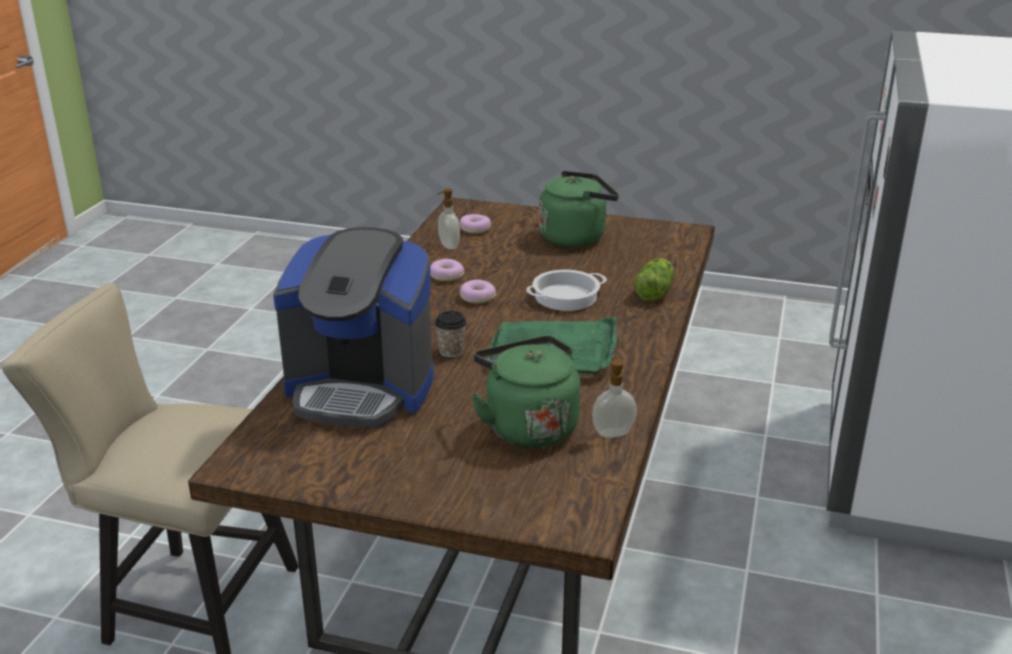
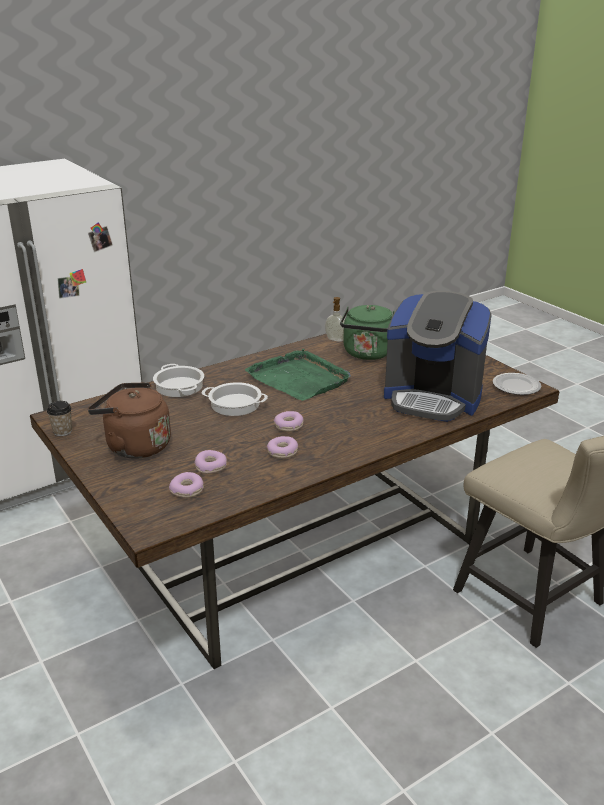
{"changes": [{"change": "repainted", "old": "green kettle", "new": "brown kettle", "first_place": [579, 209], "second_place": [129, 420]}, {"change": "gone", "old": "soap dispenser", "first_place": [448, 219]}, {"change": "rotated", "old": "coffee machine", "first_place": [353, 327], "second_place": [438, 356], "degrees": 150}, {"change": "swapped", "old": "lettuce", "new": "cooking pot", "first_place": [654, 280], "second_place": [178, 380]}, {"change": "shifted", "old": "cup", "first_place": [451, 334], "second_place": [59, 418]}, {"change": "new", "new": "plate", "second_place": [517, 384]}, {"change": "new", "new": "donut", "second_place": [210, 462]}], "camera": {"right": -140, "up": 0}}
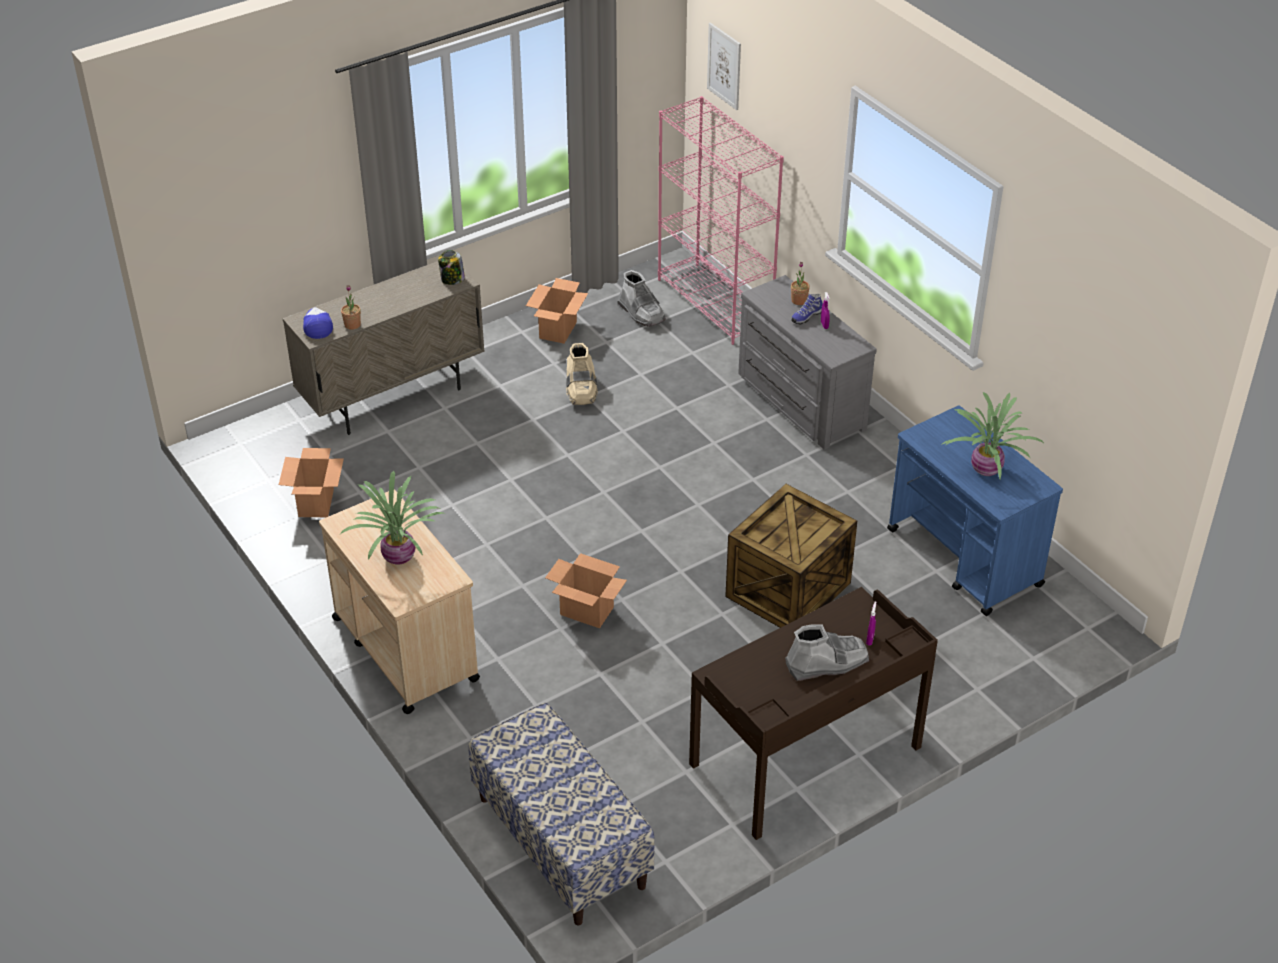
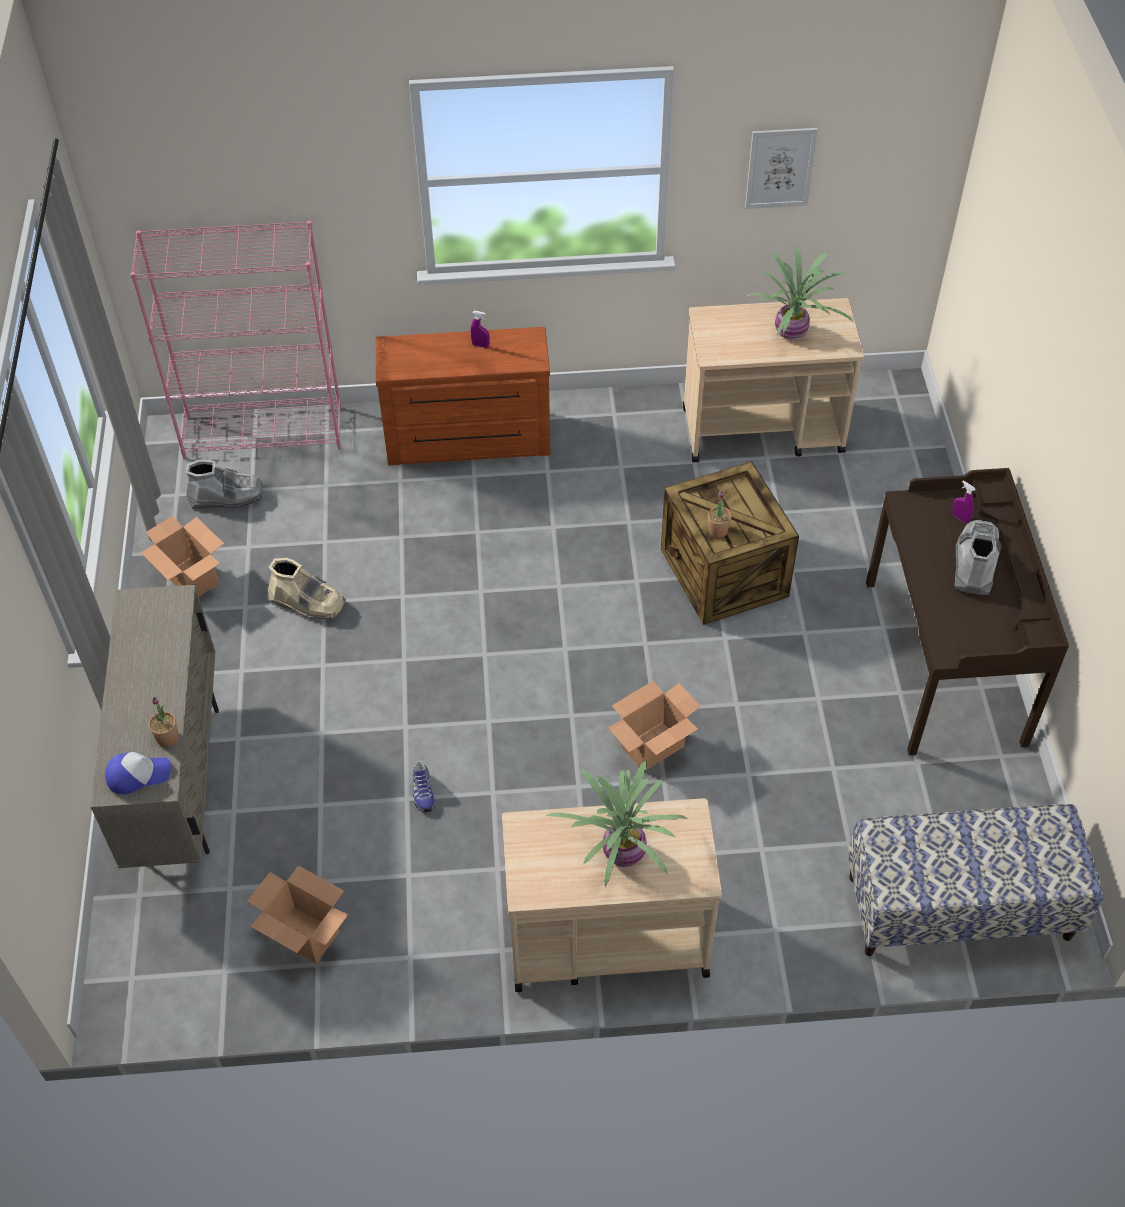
{"changes": [{"change": "shifted", "old": "picture", "first_place": [724, 66], "second_place": [781, 168]}, {"change": "gone", "old": "jar", "first_place": [451, 267]}, {"change": "shifted", "old": "potted plant", "first_place": [800, 283], "second_place": [719, 514]}, {"change": "repainted", "old": "grey dresser", "new": "brown dresser", "first_place": [807, 362], "second_place": [463, 396]}, {"change": "shifted", "old": "shoe", "first_place": [807, 309], "second_place": [423, 786]}, {"change": "rotated", "old": "cap", "first_place": [318, 323], "second_place": [138, 772], "degrees": 150}, {"change": "repainted", "old": "blue cart", "new": "beige cart", "first_place": [975, 510], "second_place": [773, 380]}], "camera": {"right": -60, "up": 10}}
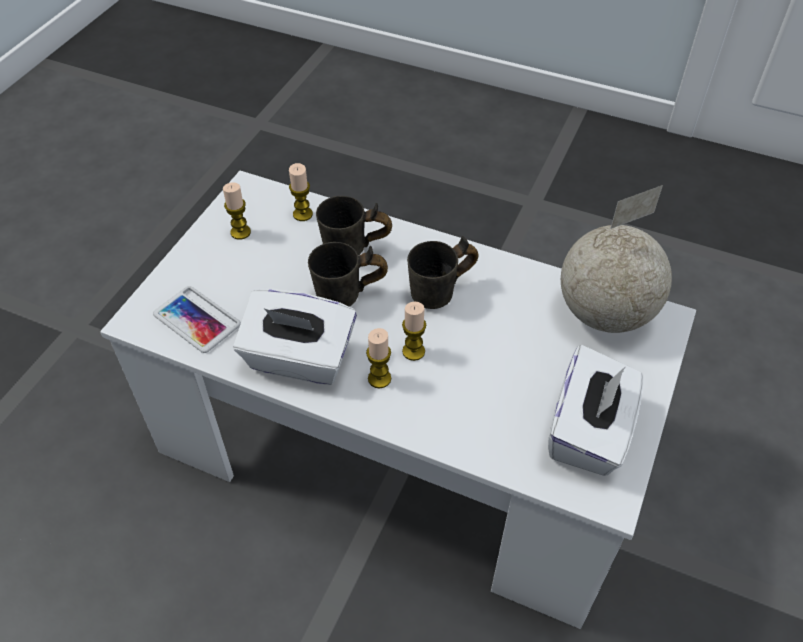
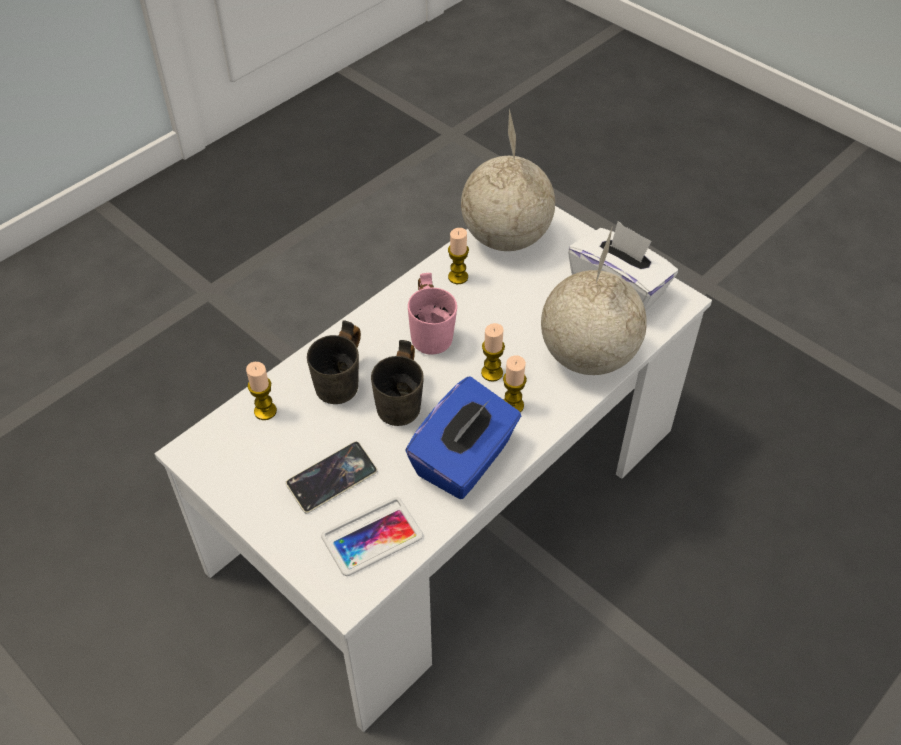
{"changes": [{"change": "shifted", "old": "candle", "first_place": [237, 211], "second_place": [458, 256]}, {"change": "repainted", "old": "grey mug", "new": "pink mug", "first_place": [443, 272], "second_place": [432, 314]}, {"change": "repainted", "old": "white tissue box", "new": "blue tissue box", "first_place": [295, 337], "second_place": [463, 437]}, {"change": "new", "new": "globe", "second_place": [594, 300]}, {"change": "new", "new": "phone", "second_place": [332, 477]}], "camera": {"right": -70, "up": 0}}
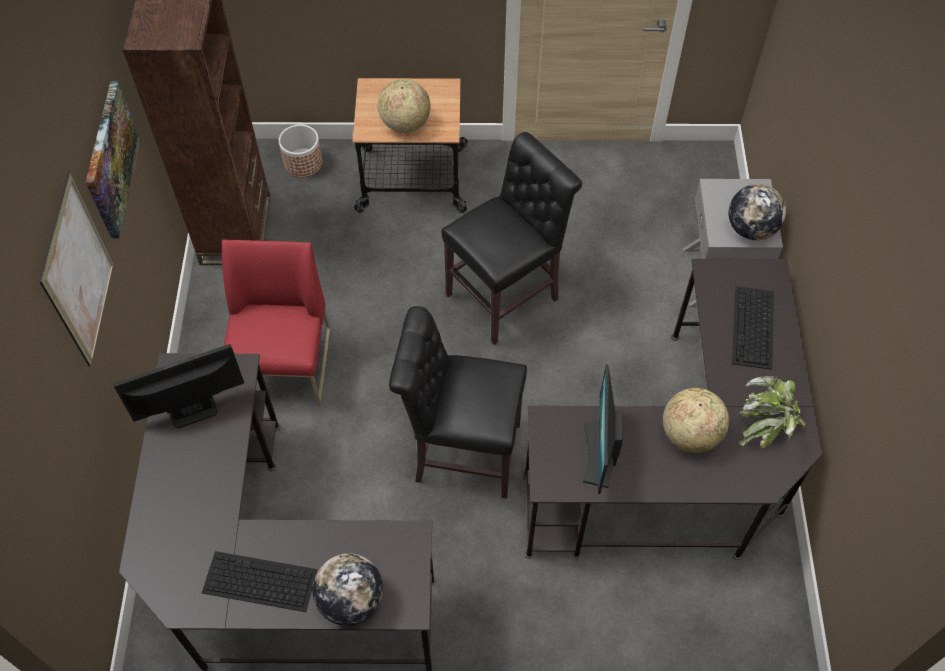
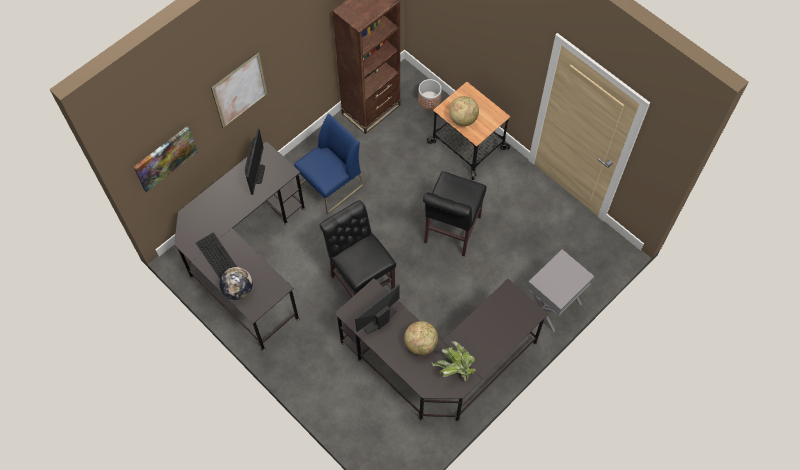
{"changes": [{"change": "shifted", "old": "picture", "first_place": [113, 159], "second_place": [166, 159]}, {"change": "rotated", "old": "black chair", "first_place": [511, 238], "second_place": [455, 213], "degrees": 105}, {"change": "gone", "old": "globe", "first_place": [757, 212]}, {"change": "repainted", "old": "red chair", "new": "blue chair", "first_place": [276, 322], "second_place": [329, 164]}, {"change": "gone", "old": "keyboard", "first_place": [753, 328]}, {"change": "rotated", "old": "monitor", "first_place": [178, 386], "second_place": [255, 162], "degrees": 75}], "camera": {"right": 45, "up": 5}}
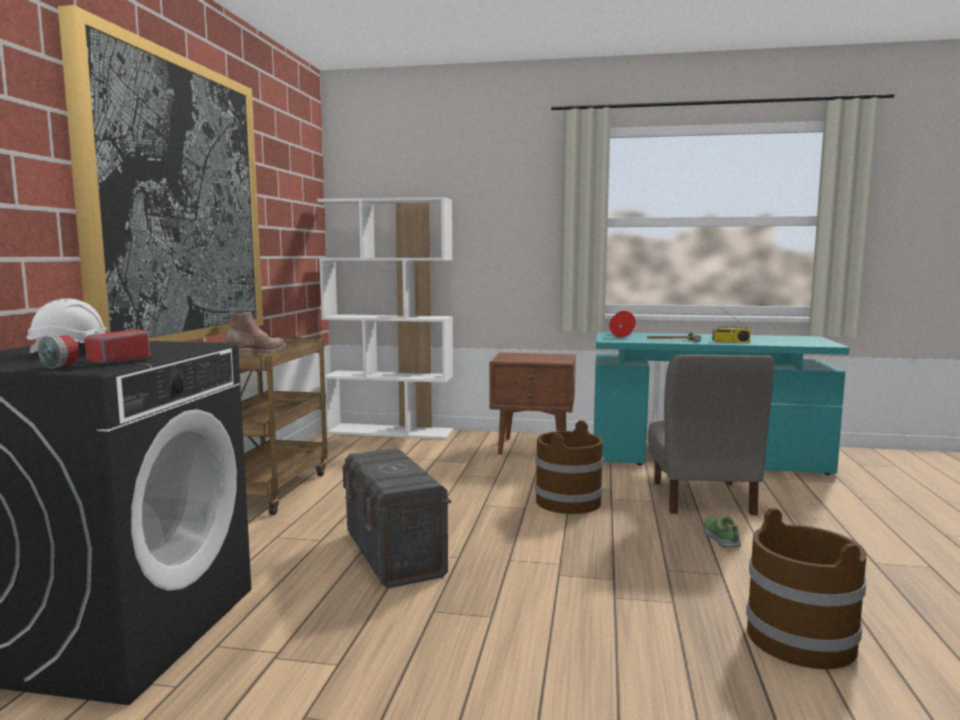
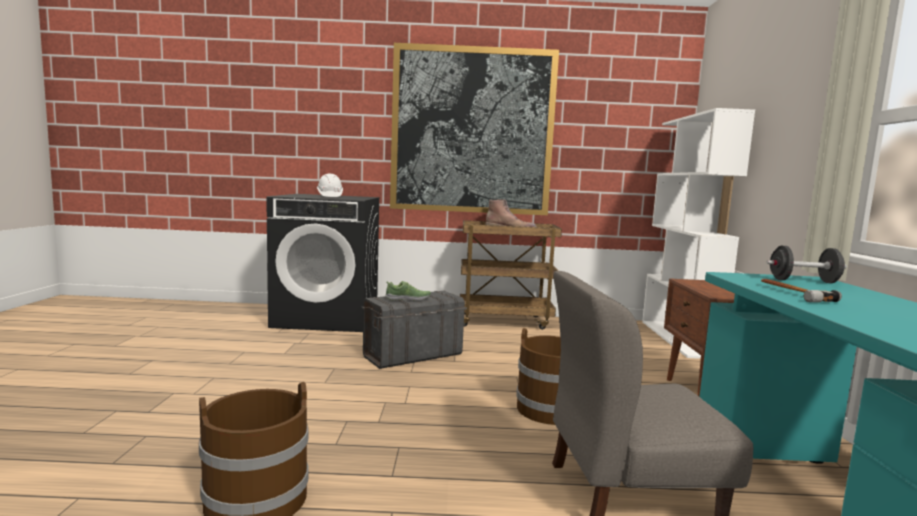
{"changes": [{"change": "gone", "old": "radio", "first_place": [731, 326]}, {"change": "repainted", "old": "red dumbbell", "new": "black dumbbell", "first_place": [622, 324], "second_place": [806, 264]}, {"change": "gone", "old": "flashlight", "first_place": [94, 349]}, {"change": "shifted", "old": "shoe", "first_place": [722, 531], "second_place": [408, 291]}], "camera": {"right": 80, "up": 0}}
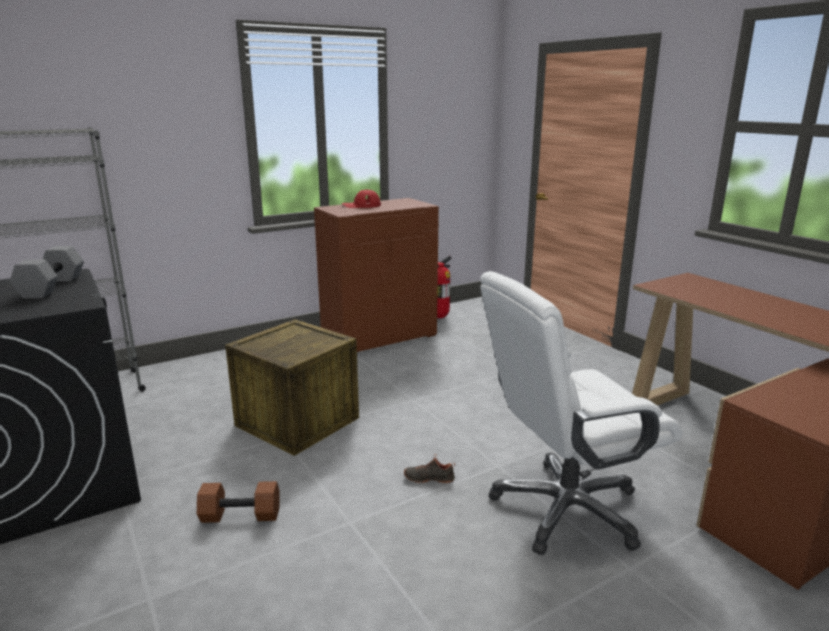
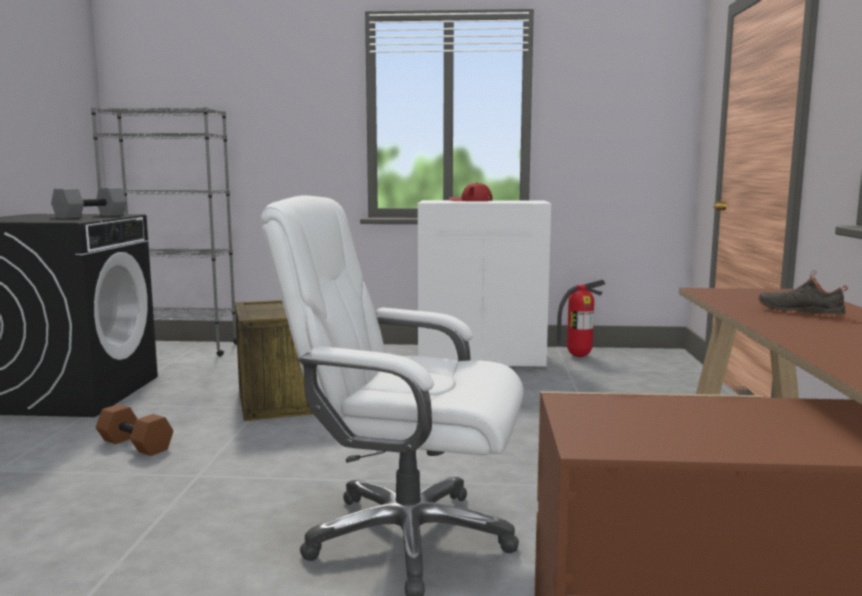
{"changes": [{"change": "repainted", "old": "brown cabinet", "new": "white cabinet", "first_place": [376, 275], "second_place": [484, 284]}, {"change": "shifted", "old": "black shoe", "first_place": [429, 468], "second_place": [803, 293]}], "camera": {"right": 35, "up": -10}}
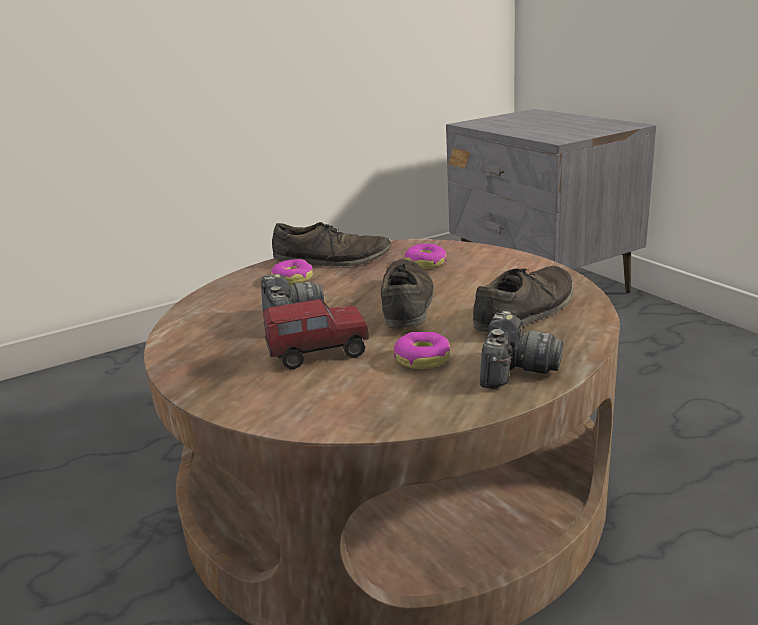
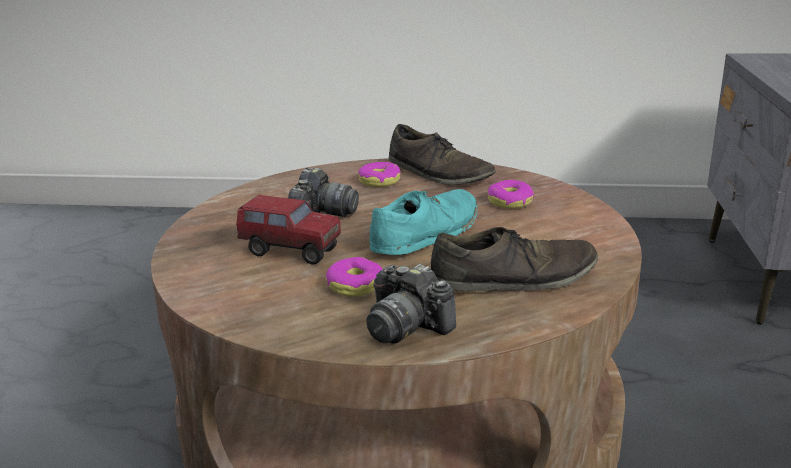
{"changes": [{"change": "repainted", "old": "brown shoe", "new": "turquoise shoe", "first_place": [408, 294], "second_place": [423, 222]}, {"change": "rotated", "old": "photo camera", "first_place": [521, 350], "second_place": [411, 304], "degrees": 75}], "camera": {"right": 35, "up": 0}}
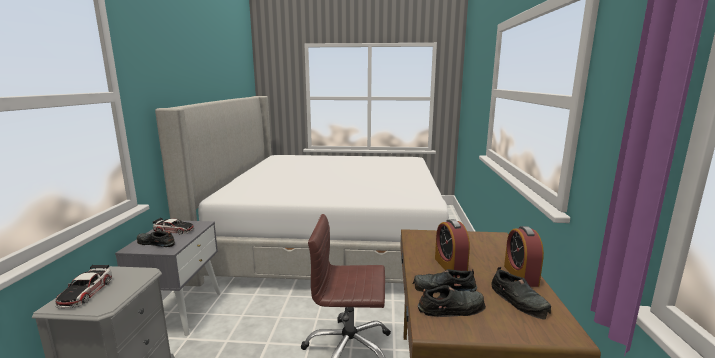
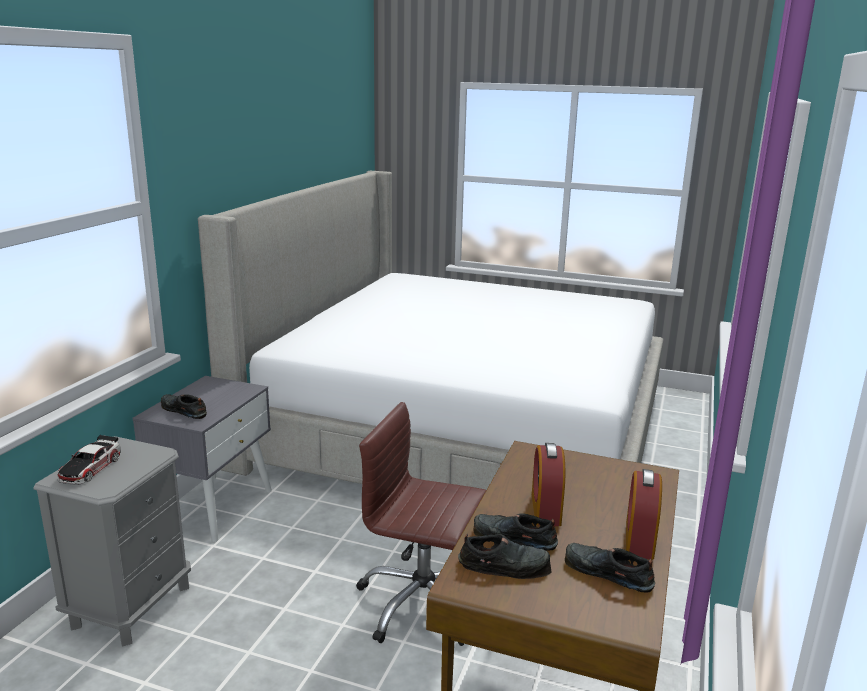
{"changes": [{"change": "gone", "old": "toy car", "first_place": [173, 226]}, {"change": "rotated", "old": "black shoe", "first_place": [521, 293], "second_place": [610, 568], "degrees": 135}], "camera": {"right": 15, "up": 5}}
